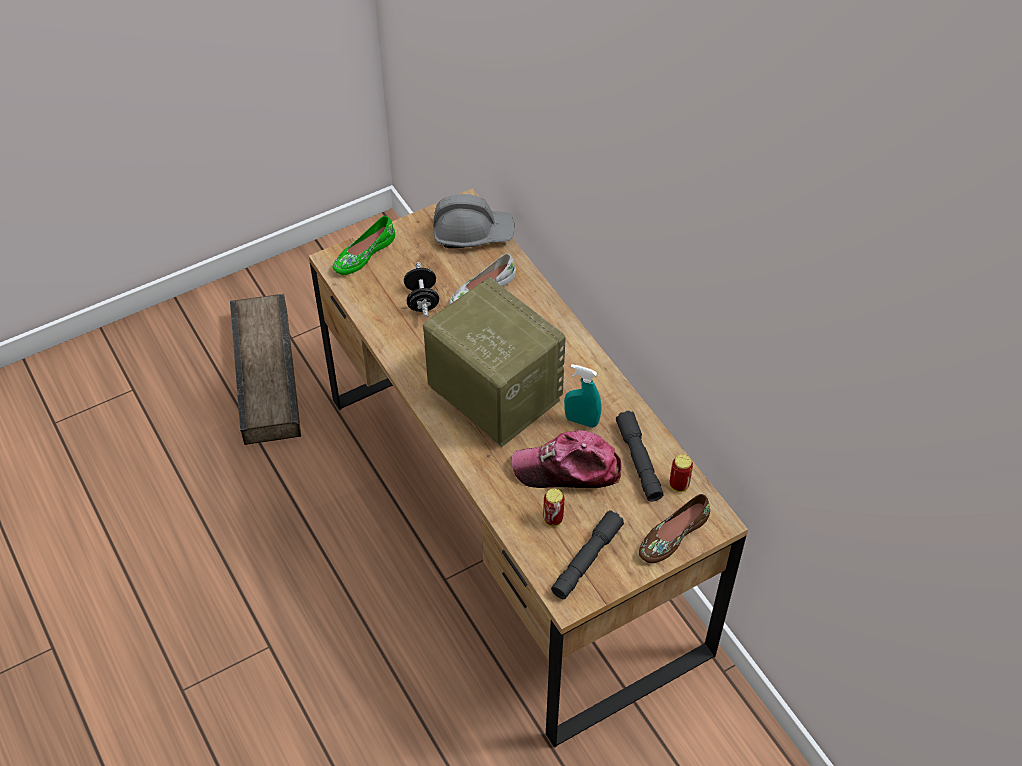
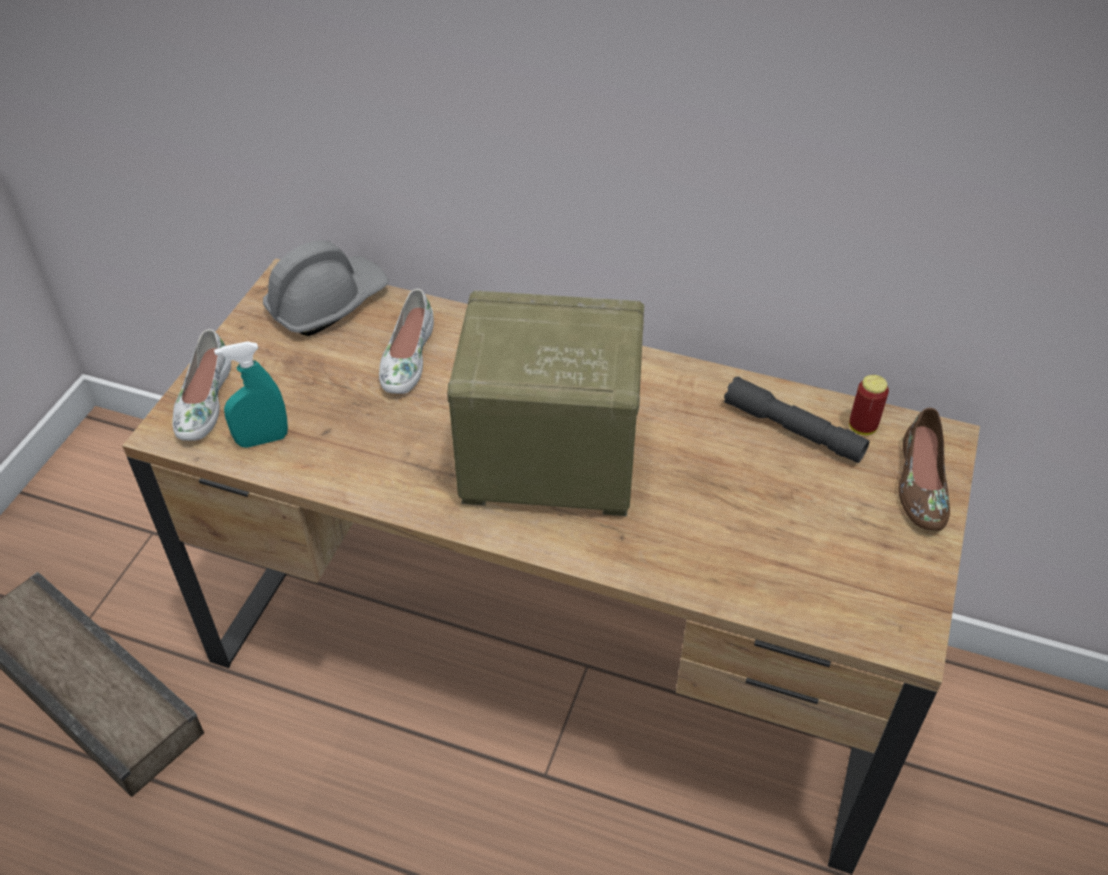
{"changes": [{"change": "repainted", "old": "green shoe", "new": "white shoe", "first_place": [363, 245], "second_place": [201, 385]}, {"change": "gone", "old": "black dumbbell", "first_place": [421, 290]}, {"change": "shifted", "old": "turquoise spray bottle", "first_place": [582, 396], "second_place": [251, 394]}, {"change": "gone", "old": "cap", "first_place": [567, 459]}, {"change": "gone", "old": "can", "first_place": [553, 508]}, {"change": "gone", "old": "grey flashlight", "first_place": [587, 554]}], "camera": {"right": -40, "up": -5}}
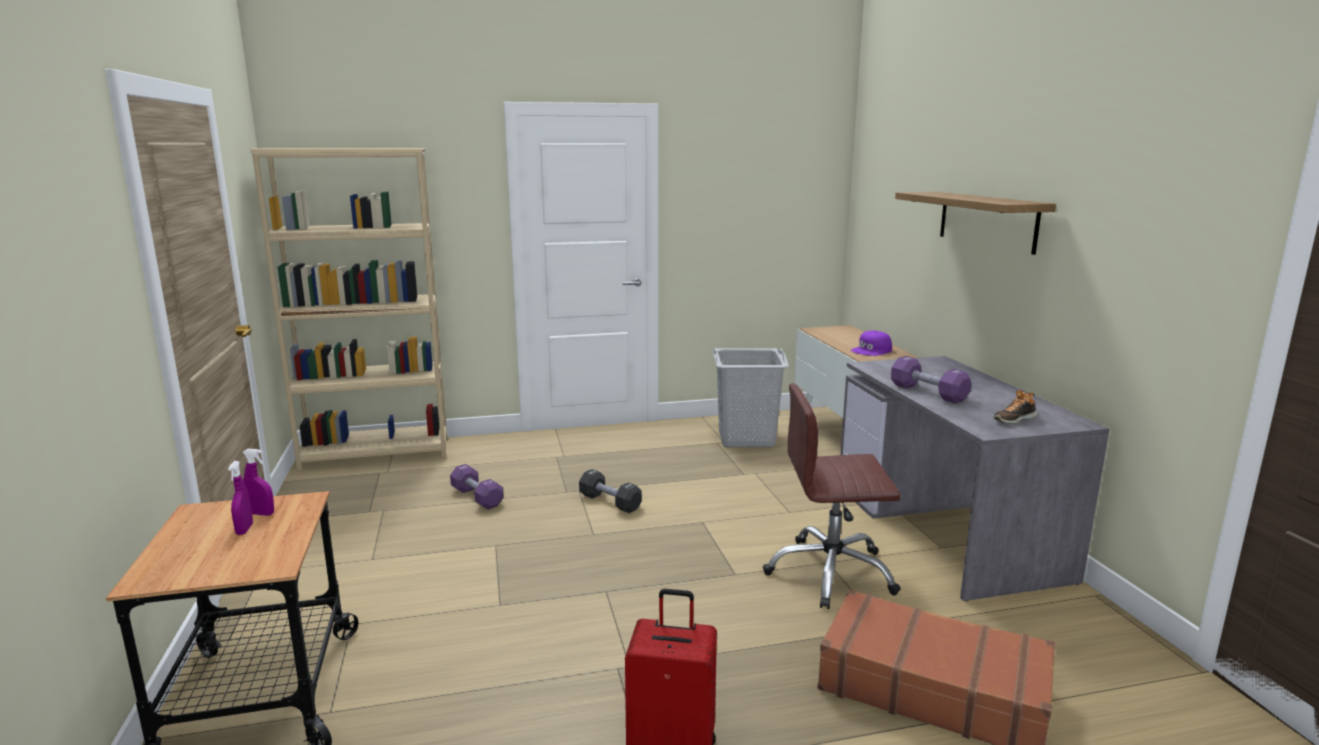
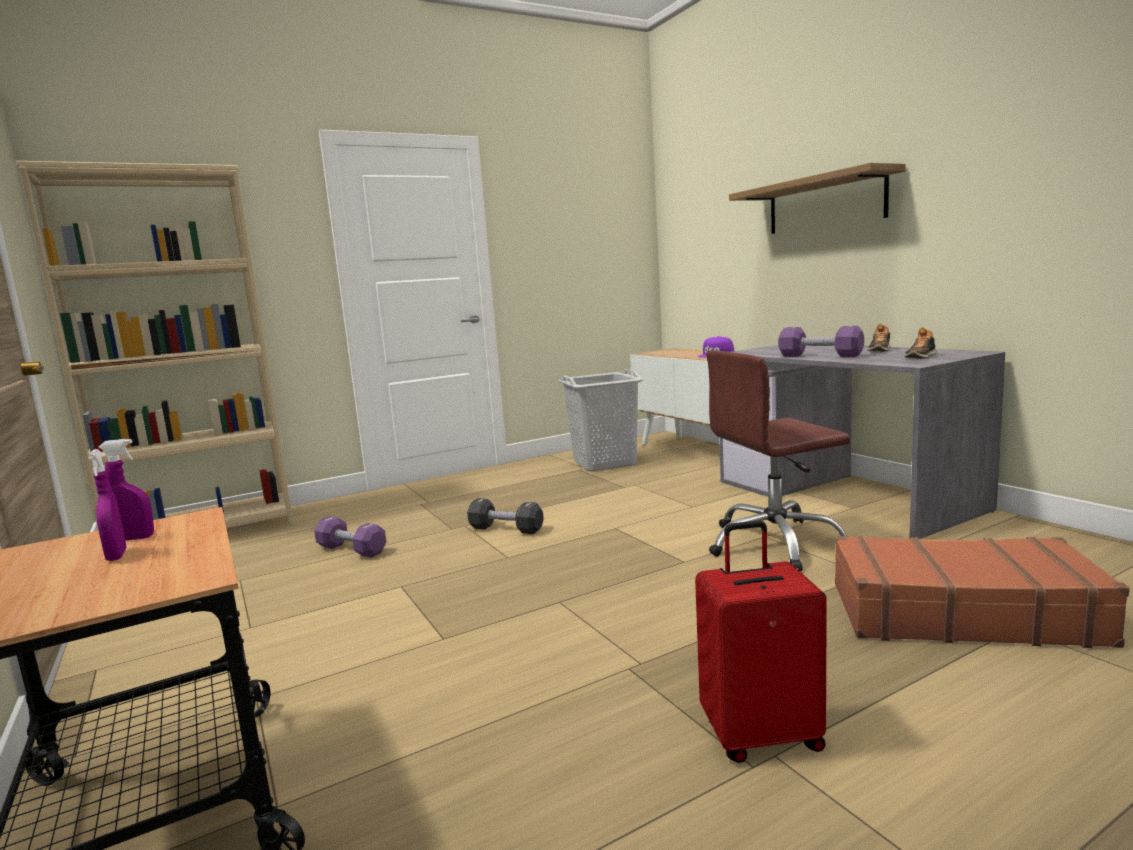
{"changes": [{"change": "new", "new": "shoe", "second_place": [879, 338]}], "camera": {"right": -15, "up": -5}}
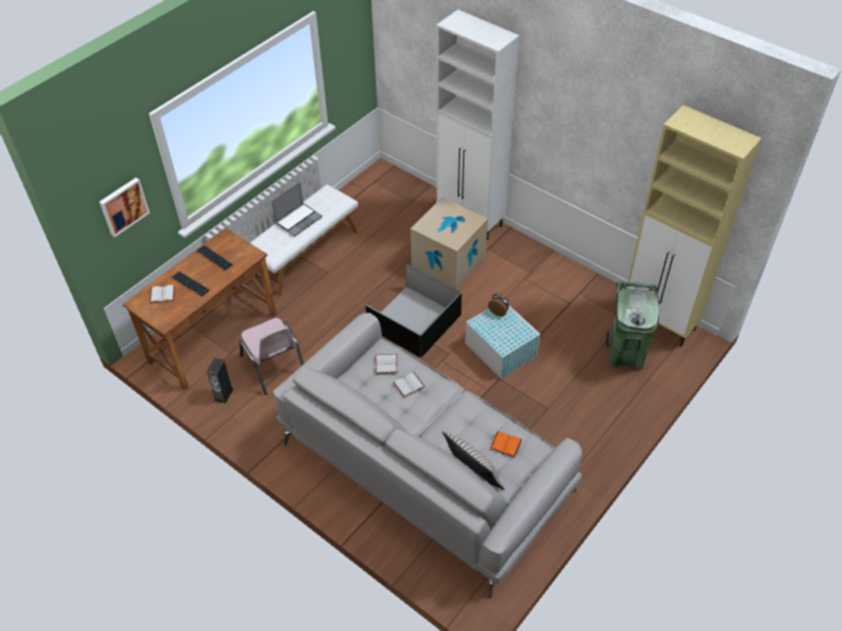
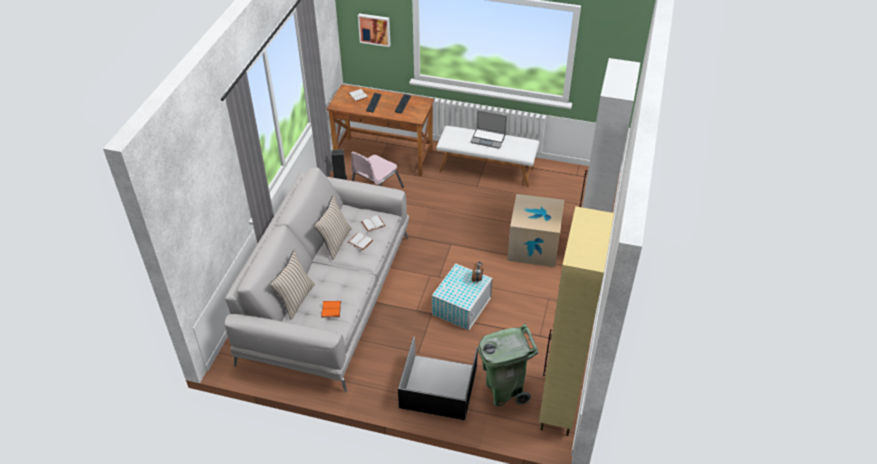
{"changes": [{"change": "shifted", "old": "black storage box", "first_place": [413, 311], "second_place": [438, 378]}, {"change": "new", "new": "beige pillow", "second_place": [333, 227]}], "camera": {"right": 65, "up": -5}}
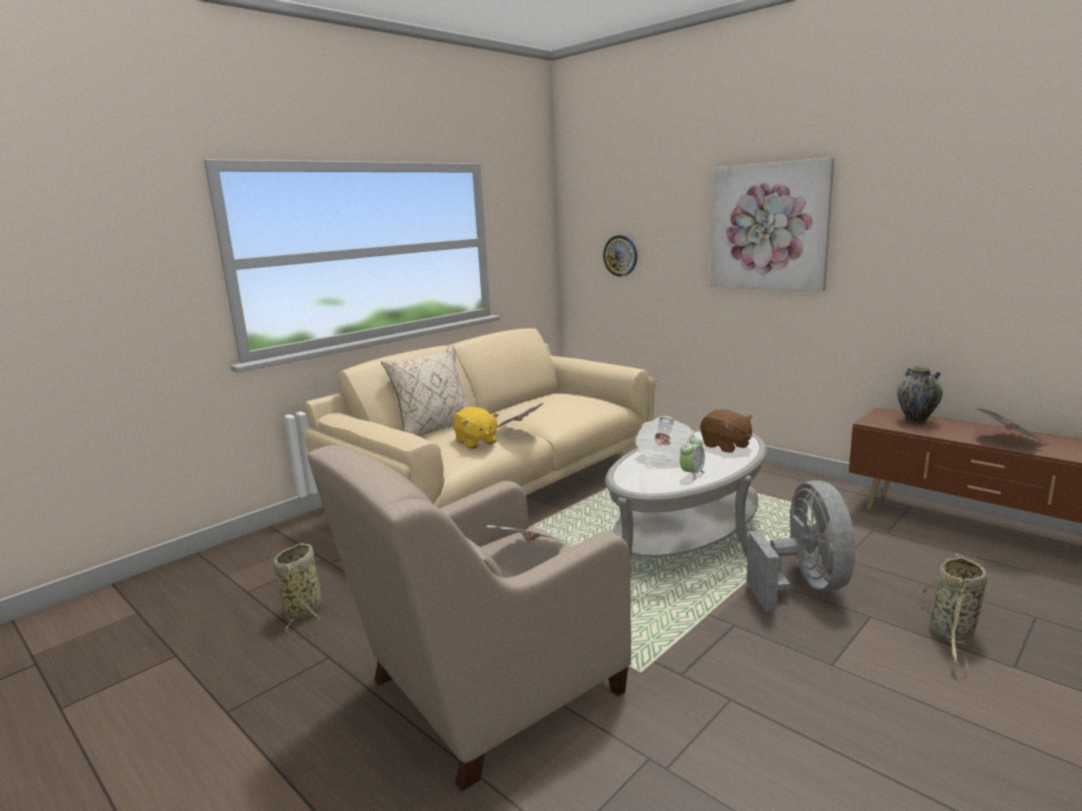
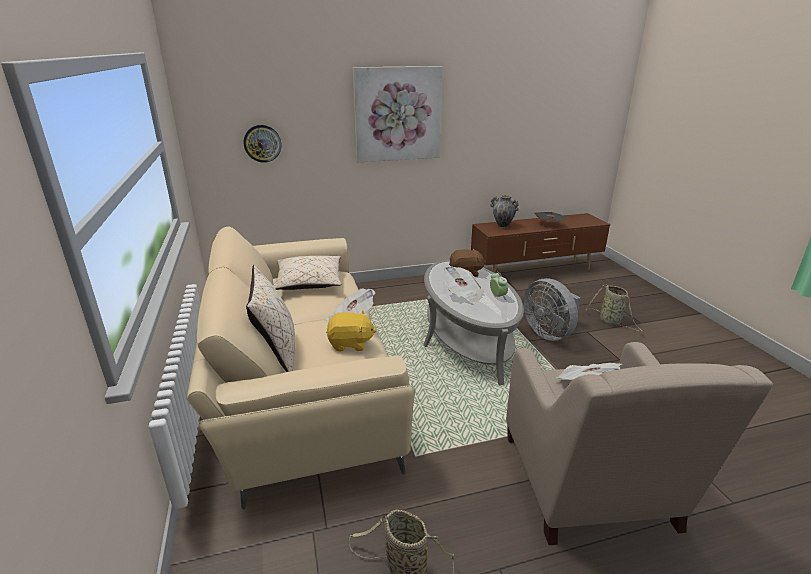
{"changes": [{"change": "rotated", "old": "grey fan", "first_place": [800, 546], "second_place": [552, 309], "degrees": -150}, {"change": "new", "new": "beige pillow", "second_place": [307, 273]}], "camera": {"right": -60, "up": 10}}
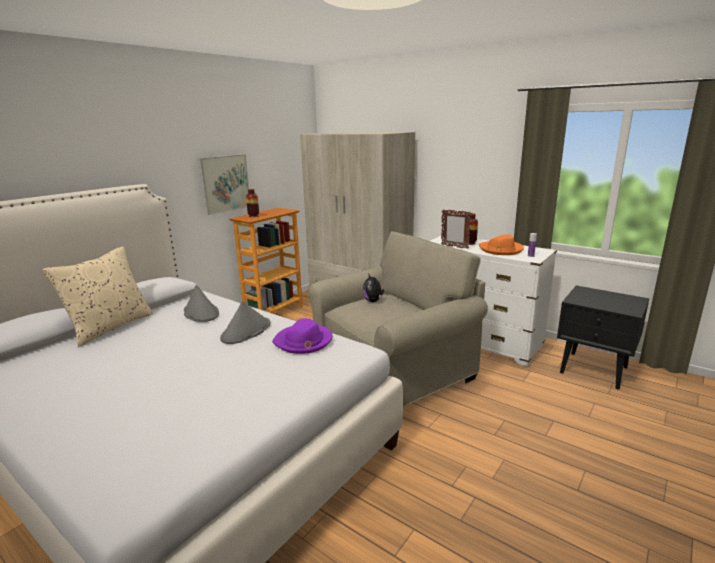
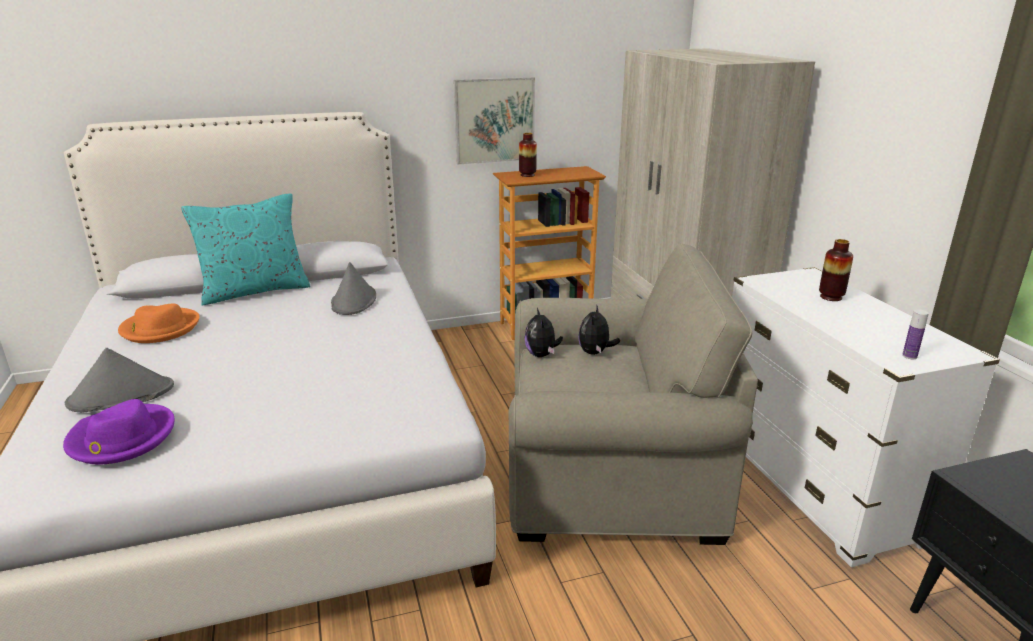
{"changes": [{"change": "gone", "old": "picture frame", "first_place": [456, 229]}, {"change": "shifted", "old": "orange hat", "first_place": [501, 244], "second_place": [159, 323]}, {"change": "repainted", "old": "beige pillow", "new": "turquoise pillow", "first_place": [97, 297], "second_place": [245, 250]}, {"change": "shifted", "old": "grey hat", "first_place": [245, 322], "second_place": [119, 380]}, {"change": "shifted", "old": "purple hat", "first_place": [302, 336], "second_place": [118, 432]}, {"change": "new", "new": "plush toy", "second_place": [544, 332]}], "camera": {"right": 35, "up": 5}}
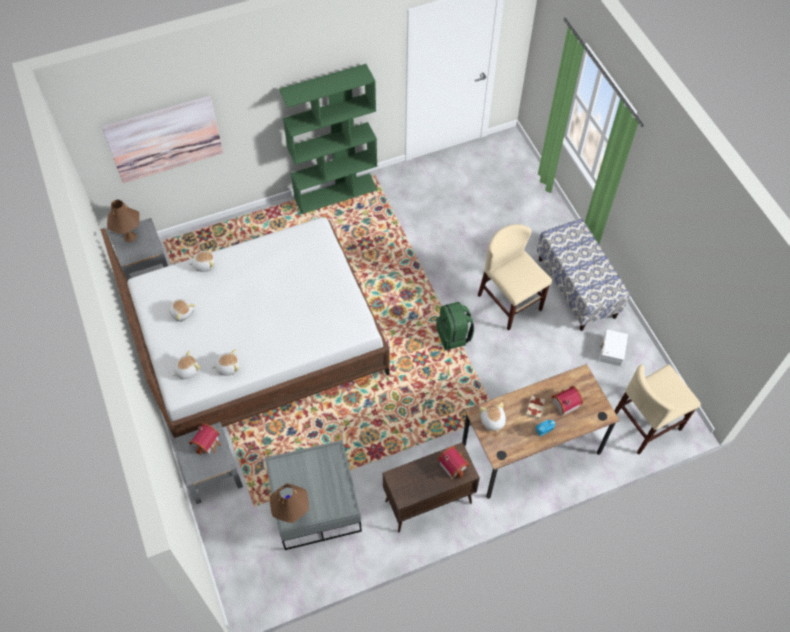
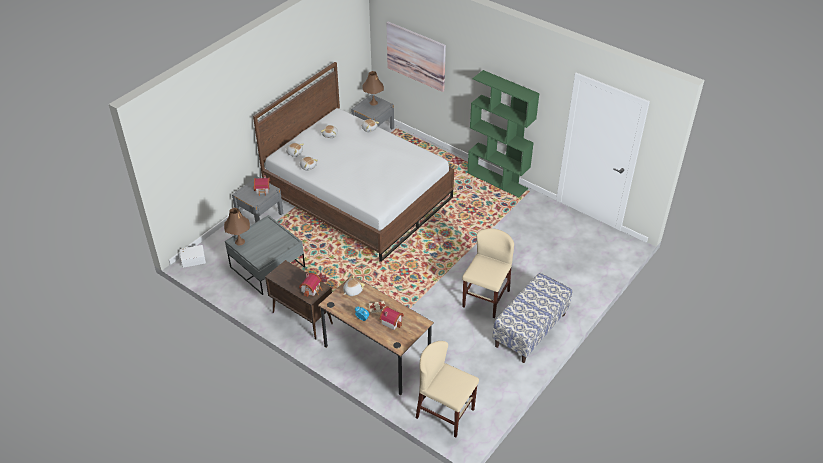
{"changes": [{"change": "gone", "old": "green backpack", "first_place": [455, 326]}, {"change": "shifted", "old": "white storage box", "first_place": [613, 347], "second_place": [193, 256]}], "camera": {"right": 60, "up": -15}}
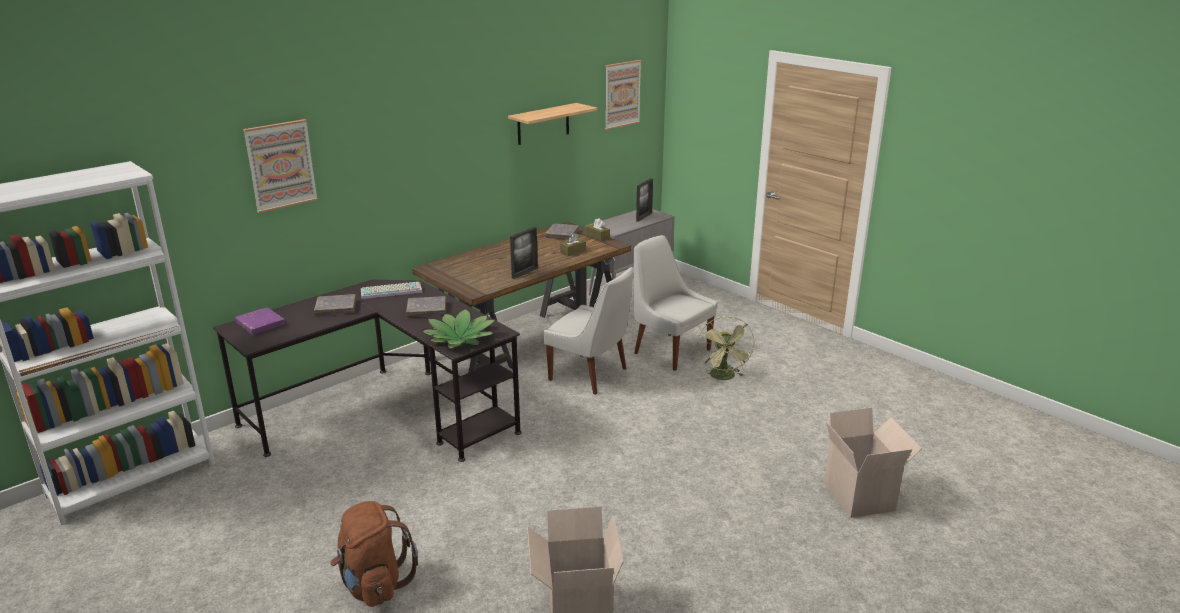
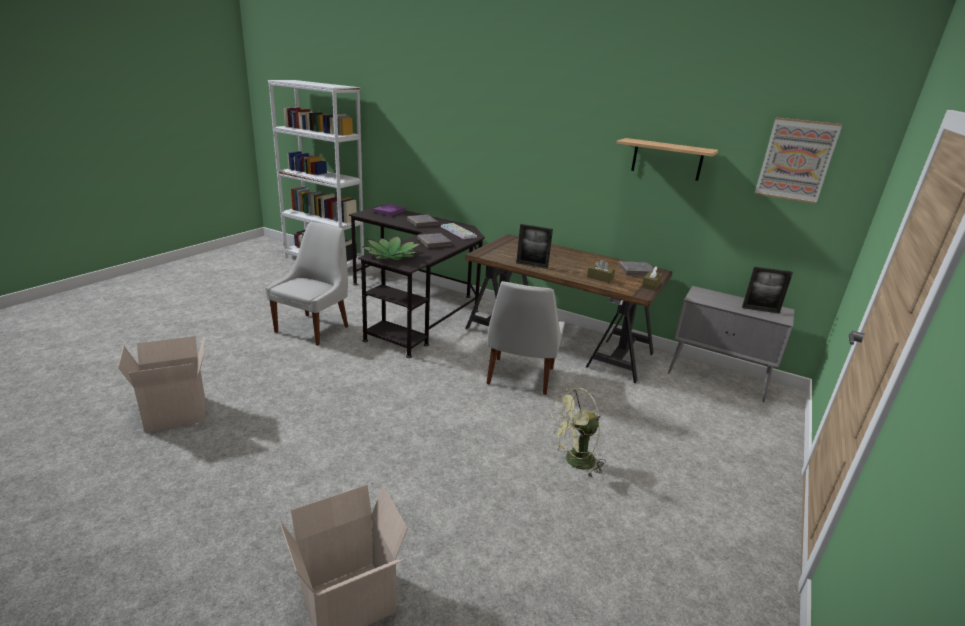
{"changes": [{"change": "gone", "old": "picture", "first_place": [280, 166]}, {"change": "shifted", "old": "white chair", "first_place": [675, 303], "second_place": [306, 284]}, {"change": "gone", "old": "brown backpack", "first_place": [374, 554]}], "camera": {"right": 70, "up": 0}}
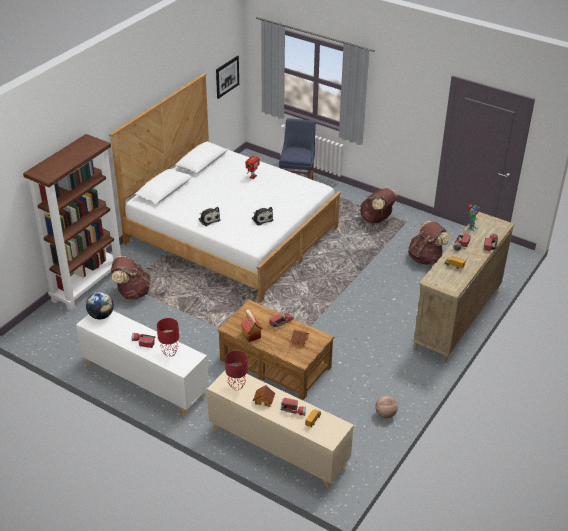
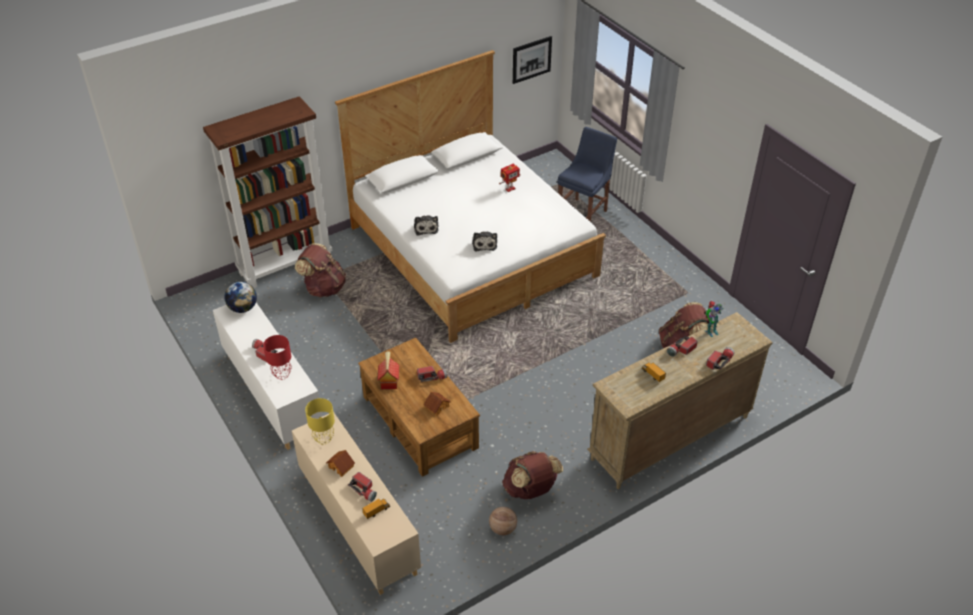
{"changes": [{"change": "shifted", "old": "brown backpack", "first_place": [379, 205], "second_place": [533, 475]}, {"change": "repainted", "old": "red table lamp", "new": "yellow table lamp", "first_place": [236, 370], "second_place": [320, 421]}], "camera": {"right": 25, "up": 5}}
